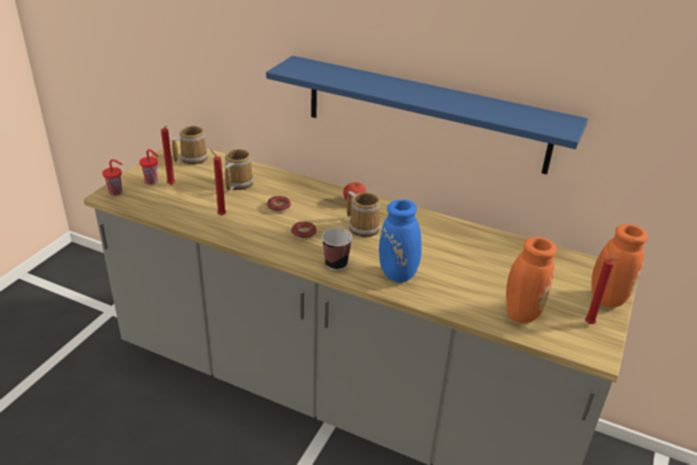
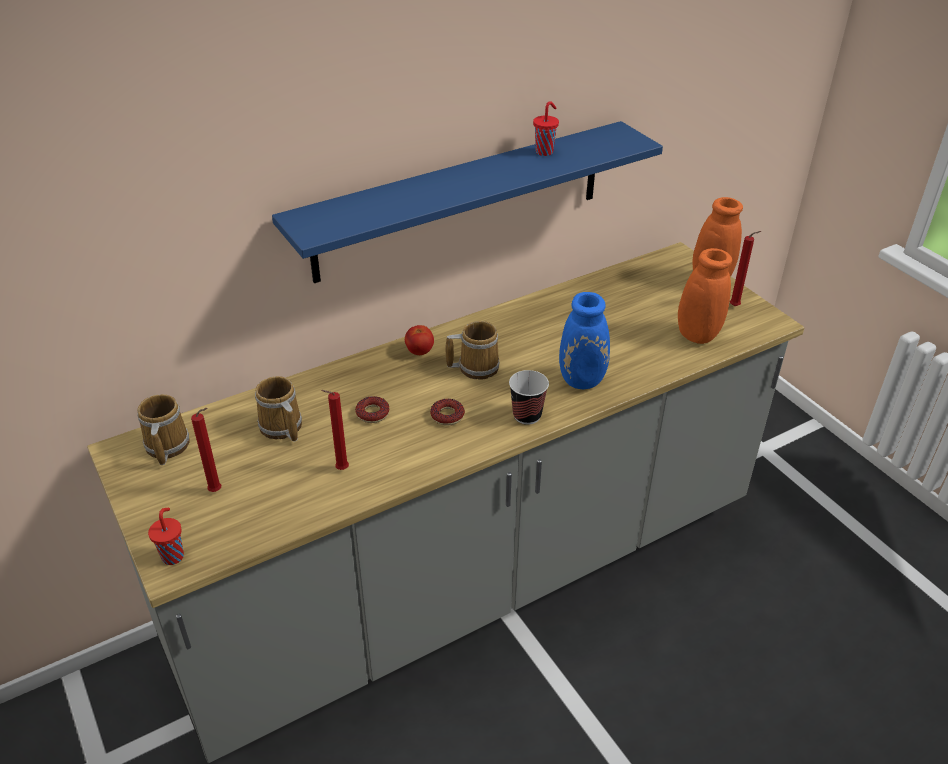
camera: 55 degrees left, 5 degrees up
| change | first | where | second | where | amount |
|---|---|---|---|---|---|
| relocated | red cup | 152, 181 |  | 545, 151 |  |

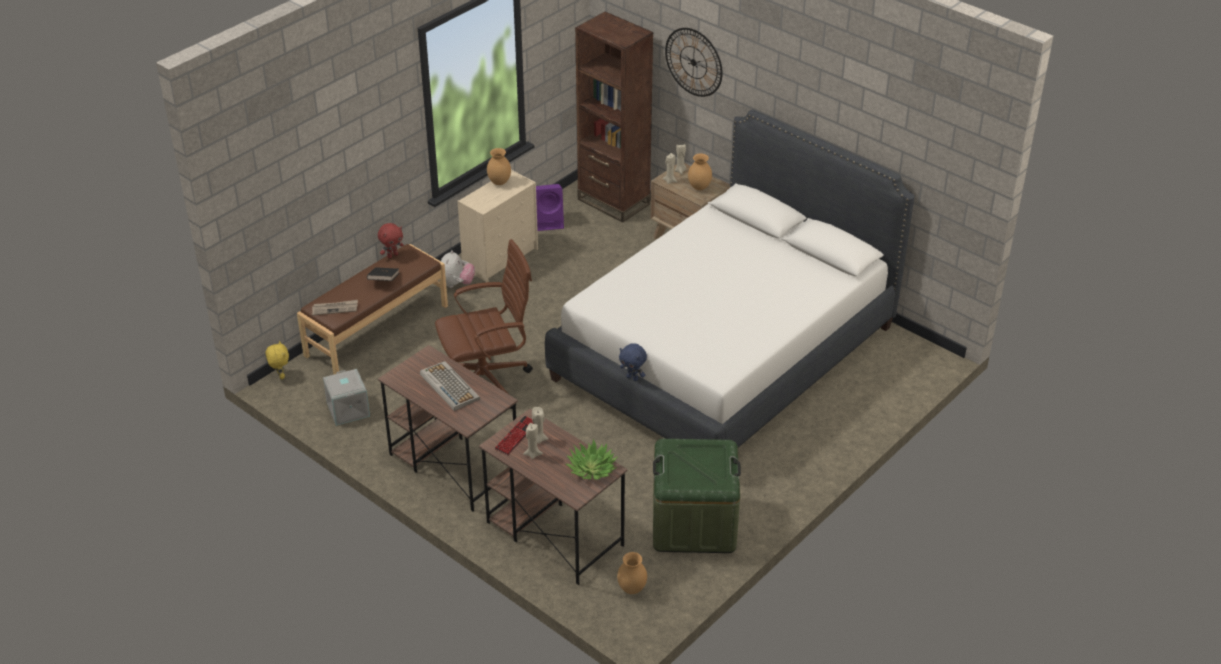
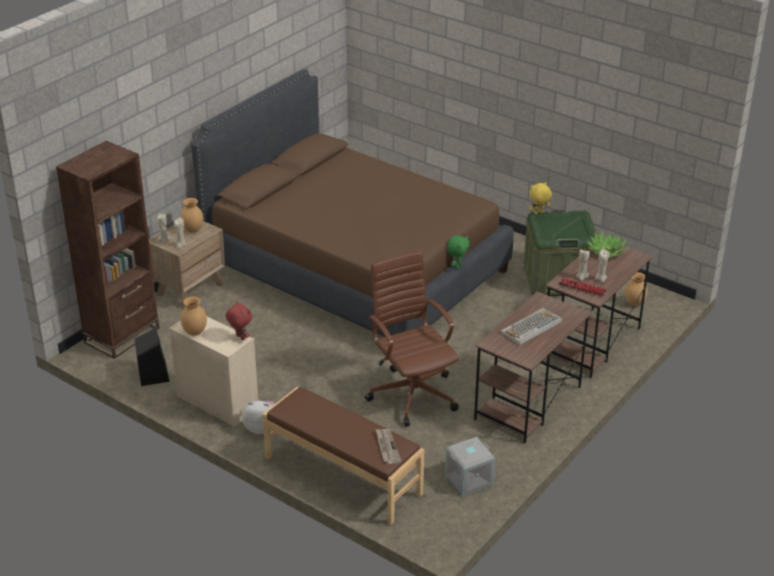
camera: 95 degrees left, 5 degrees down
| change | first | where | second | where | amount |
|---|---|---|---|---|---|
| missing | wall clock | 693, 62 |  |  |  |
| colour | white bed | 725, 352 | brown bed | 355, 268 |  |
| colour | purple speaker | 549, 221 | black speaker | 153, 374 |  |
| relocated | red plush toy | 392, 255 |  | 240, 337 |  |
| missing | black book | 383, 281 |  |  |  |
| relocated | yellow plush toy | 280, 376 |  | 538, 213 |  |
| colour | blue plush toy | 632, 378 | green plush toy | 457, 266 |  |

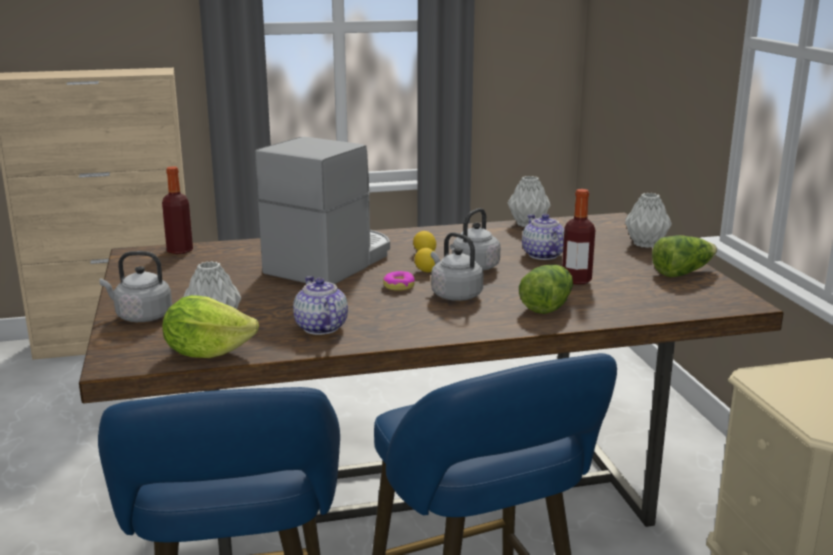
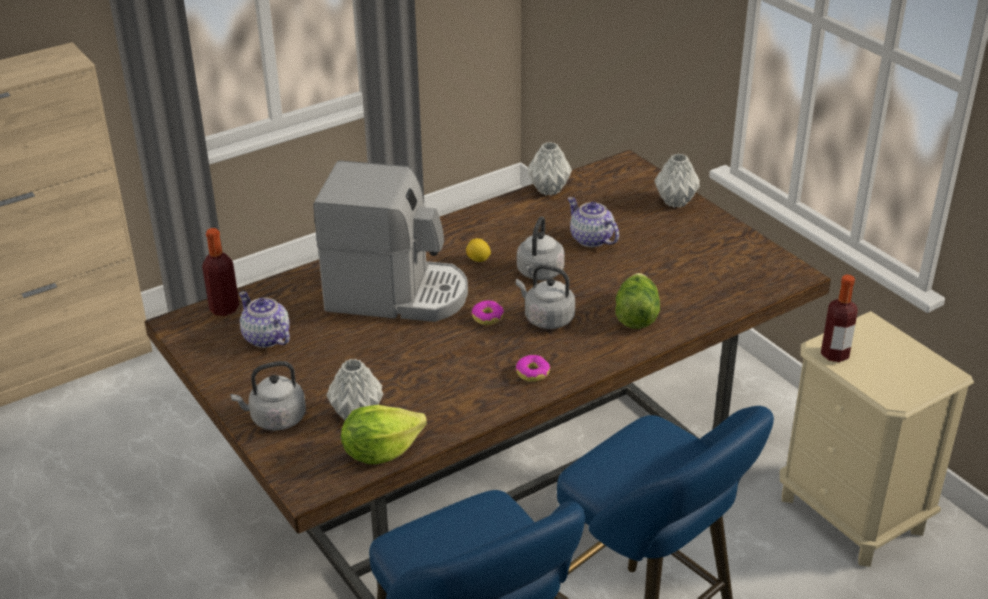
camera: 20 degrees left, 15 degrees up
| change | first | where | second | where | amount |
|---|---|---|---|---|---|
| spun | coffee machine | 331, 262 |  | 397, 294 | 90 degrees clockwise |
| relocated | bottle | 576, 280 |  | 834, 354 |  |
| missing | lettuce | 682, 272 |  |  |  |
| missing | lemon | 426, 271 |  |  |  |
| relocated | teapot | 320, 328 |  | 266, 338 |  |
| appeared |  |  | donut | 532, 373 |  |

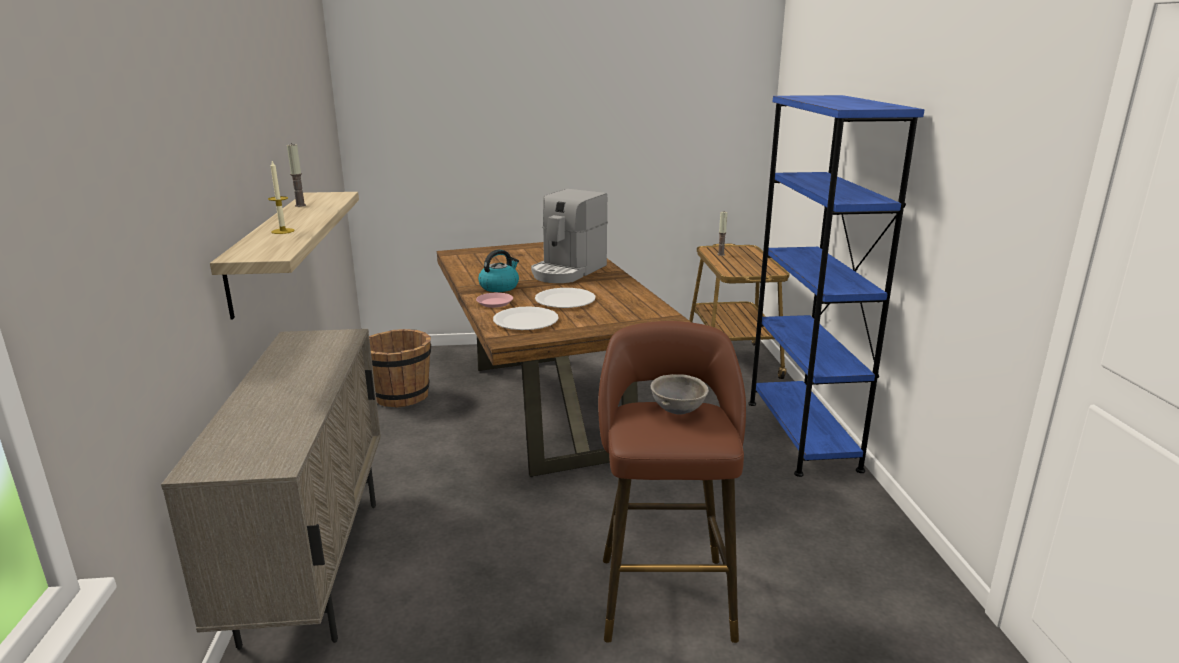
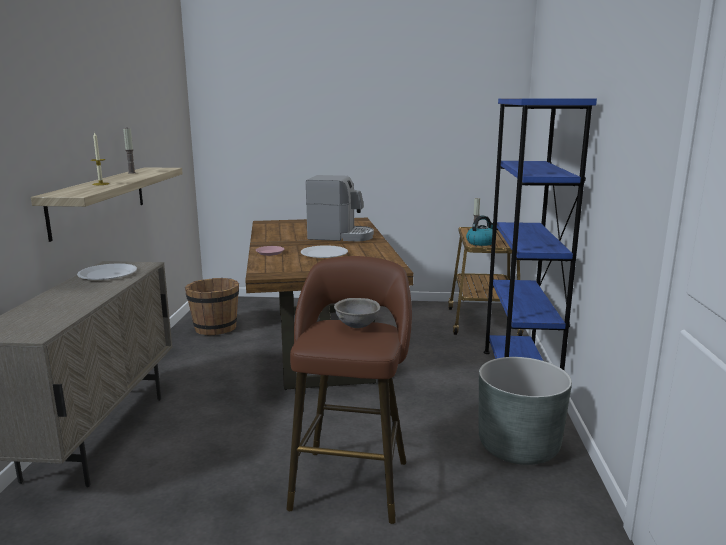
camera: 10 degrees right, 5 degrees down
| change | first | where | second | where | amount |
|---|---|---|---|---|---|
| spun | coffee machine | 568, 271 |  | 340, 236 | 120 degrees counterclockwise |
| relocated | kettle | 499, 287 |  | 481, 243 |  |
| relocated | white plate | 525, 321 |  | 107, 274 |  |
| appeared |  |  | grey planter | 518, 446 |  |

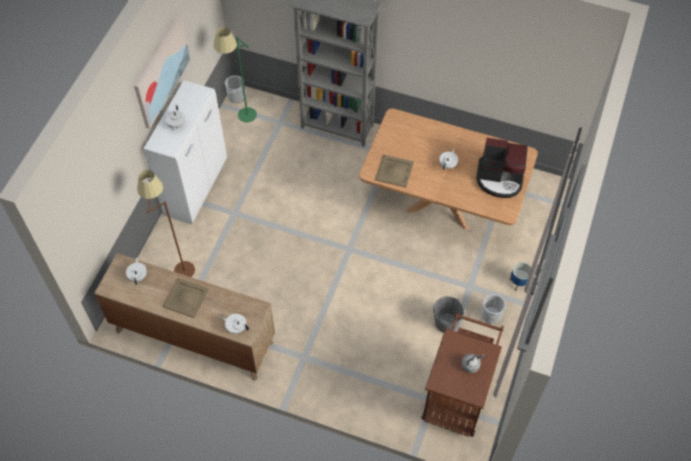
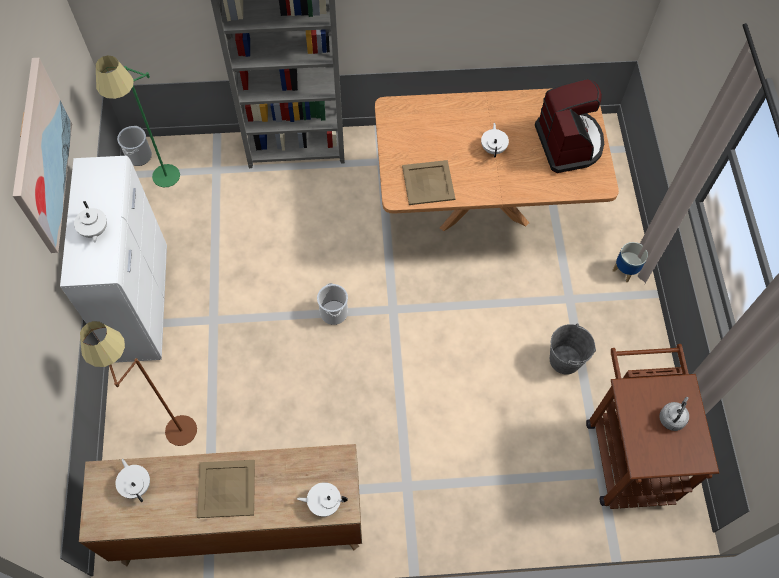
camera: 25 degrees left, 5 degrees up
| change | first | where | second | where | amount |
|---|---|---|---|---|---|
| spun | coffee machine | 500, 179 |  | 569, 143 | 90 degrees counterclockwise |
| relocated | bucket | 491, 315 |  | 334, 312 |  |

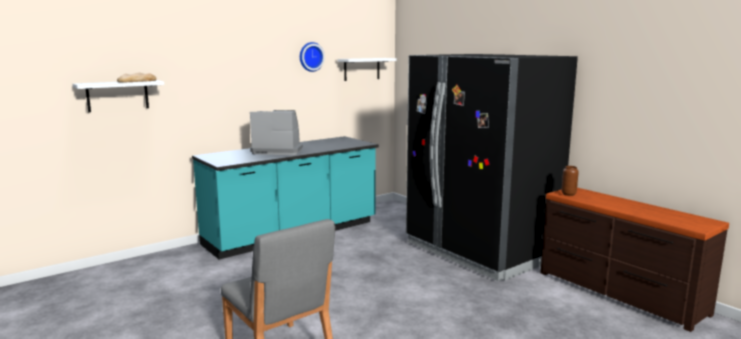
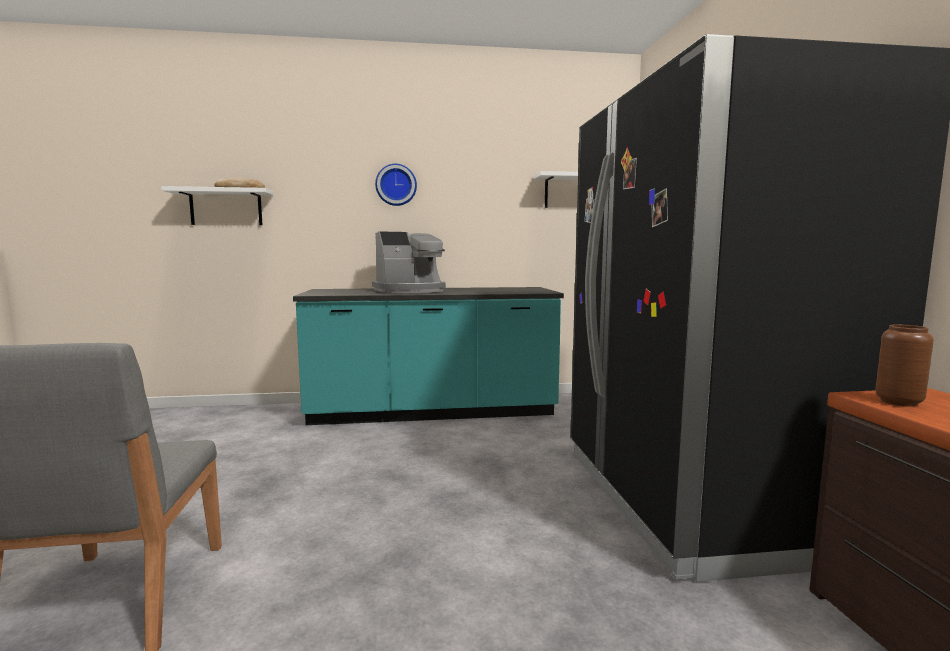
camera: 30 degrees right, 5 degrees down
| change | first | where | second | where | amount |
|---|---|---|---|---|---|
| relocated | wall clock | 310, 56 |  | 396, 185 |  |
| spun | coffee machine | 277, 151 |  | 411, 291 | 120 degrees clockwise |

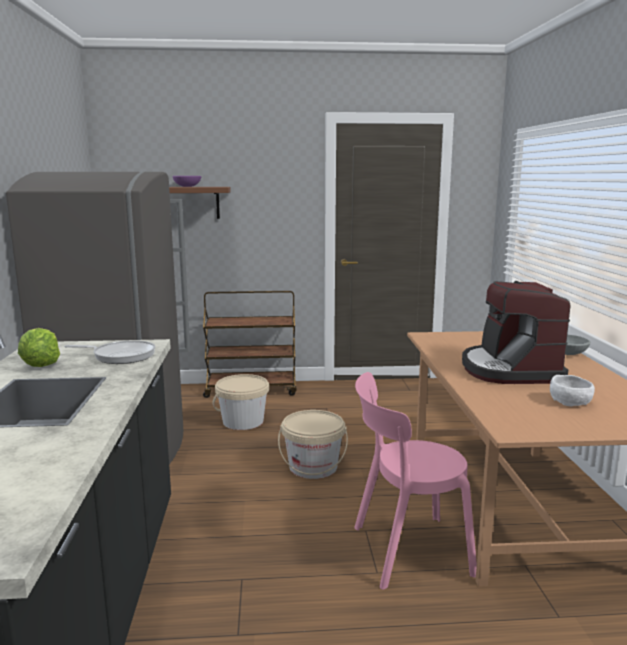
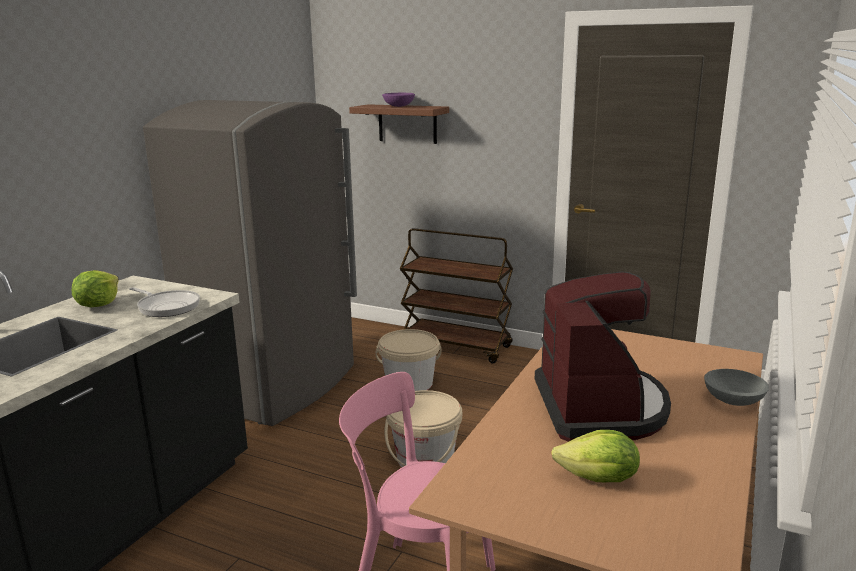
camera: 30 degrees right, 5 degrees up
| change | first | where | second | where | amount |
|---|---|---|---|---|---|
| spun | coffee machine | 509, 370 |  | 600, 407 | 150 degrees clockwise |
| exchanged | white bowl | 571, 402 | lettuce | 598, 479 |  |

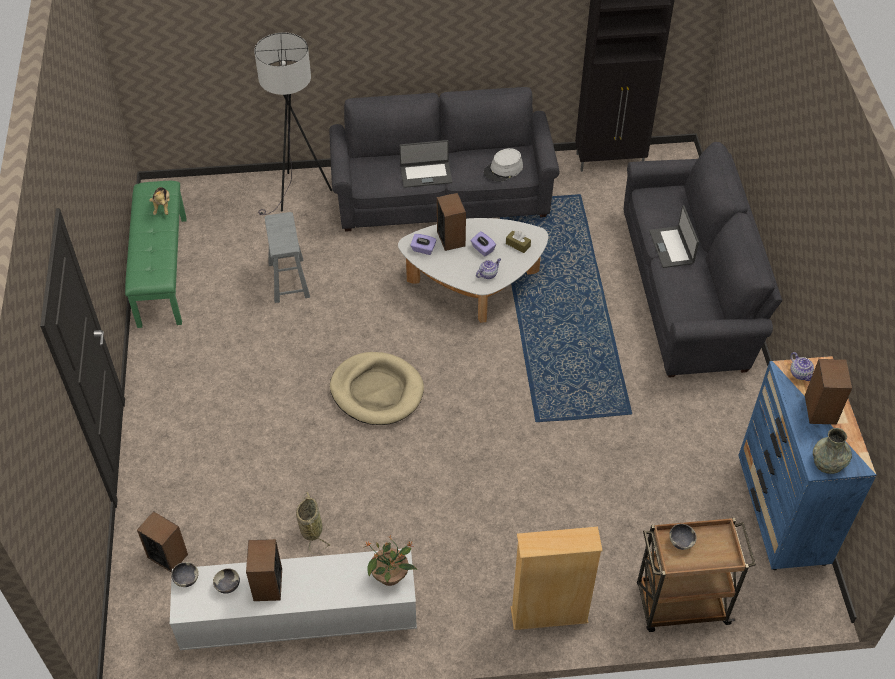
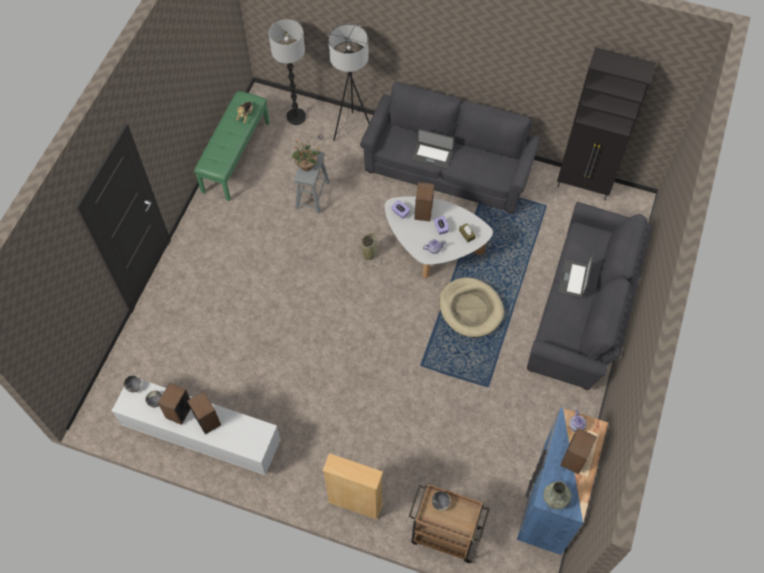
camera: 25 degrees right, 10 degrees up
| change | first | where | second | where | amount |
|---|---|---|---|---|---|
| missing | grey hat | 503, 169 |  |  |  |
| relocated | beige dog bed | 377, 391 |  | 470, 309 |  |
| relocated | basket | 311, 529 |  | 369, 253 |  |
| relocated | speaker | 167, 555 |  | 207, 420 |  |
| relocated | potted plant | 390, 576 |  | 306, 166 |  |
| appeared |  |  | floor lamp | 296, 117 |  |

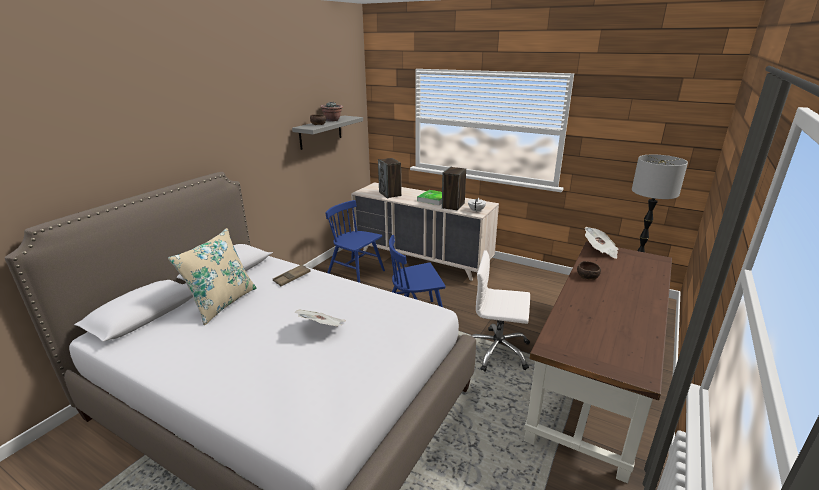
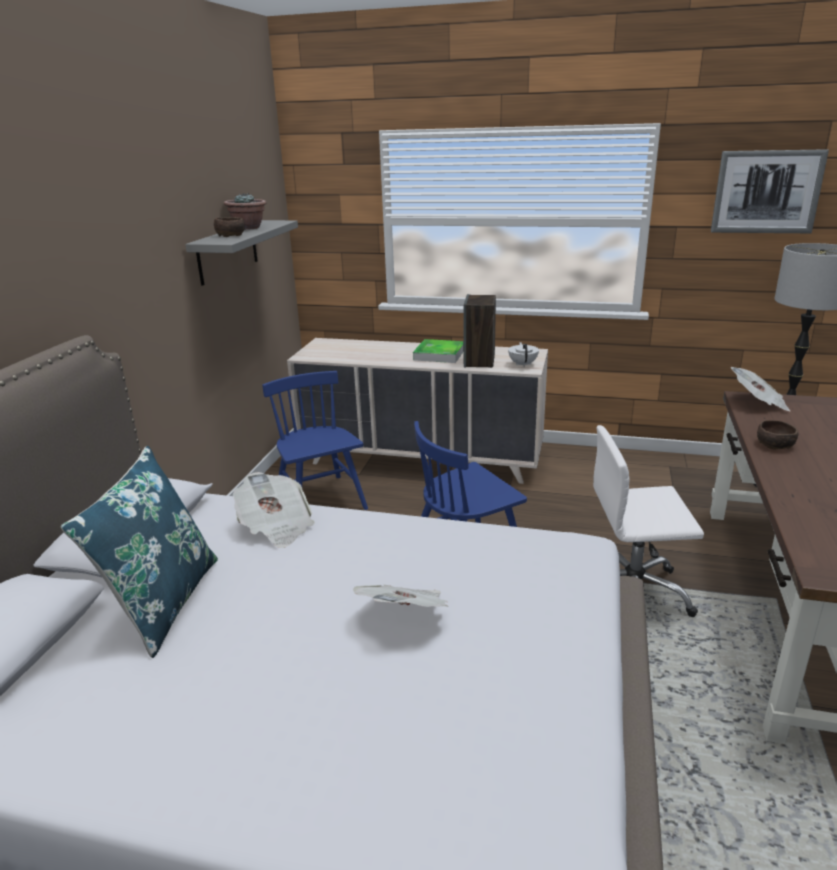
camera: 15 degrees left, 0 degrees up
| change | first | where | second | where | amount |
|---|---|---|---|---|---|
| missing | speaker | 390, 194 |  |  |  |
| spun | blue chair | 356, 273 |  | 320, 501 | 45 degrees clockwise |
| colour | beige pillow | 222, 303 | blue pillow | 163, 602 |  |
| exchanged | brown tray | 292, 278 | newspaper | 276, 527 |  |
| appeared |  |  | picture | 766, 192 |  |

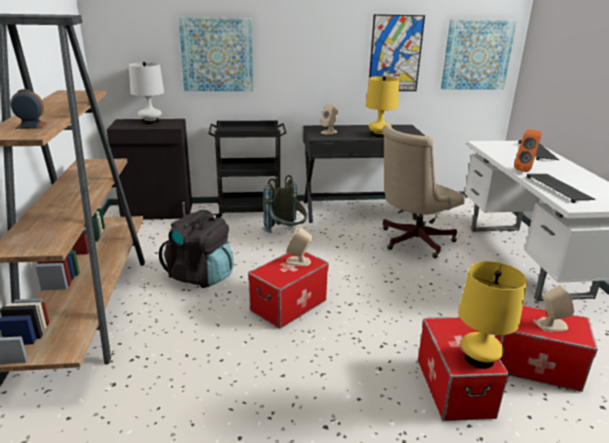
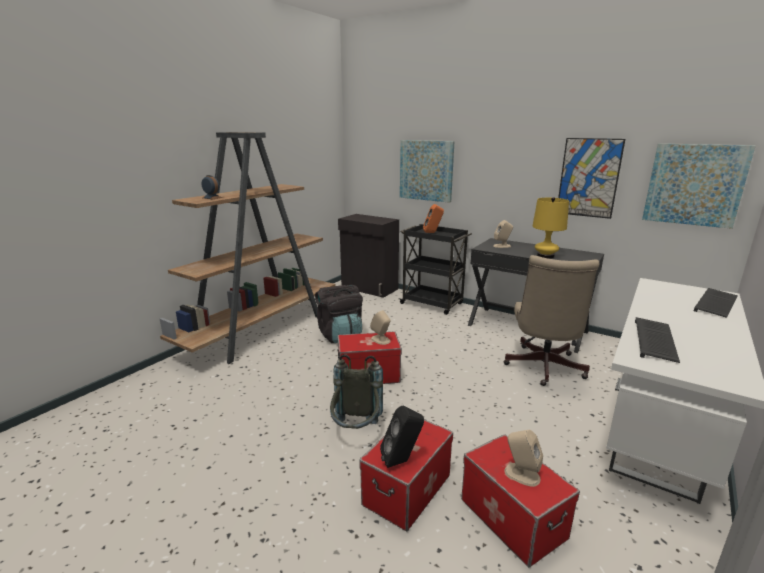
camera: 40 degrees right, 5 degrees down
| change | first | where | second | where | amount |
|---|---|---|---|---|---|
| missing | white table lamp | 150, 122 |  |  |  |
| spun | beige office chair | 412, 241 |  | 543, 368 | 75 degrees counterclockwise |
| relocated | orange speaker | 525, 170 |  | 433, 232 |  |
| relocated | grey backpack | 286, 234 |  | 356, 431 |  |
| exchanged | yellow table lamp | 479, 358 | black speaker | 402, 461 |  |

